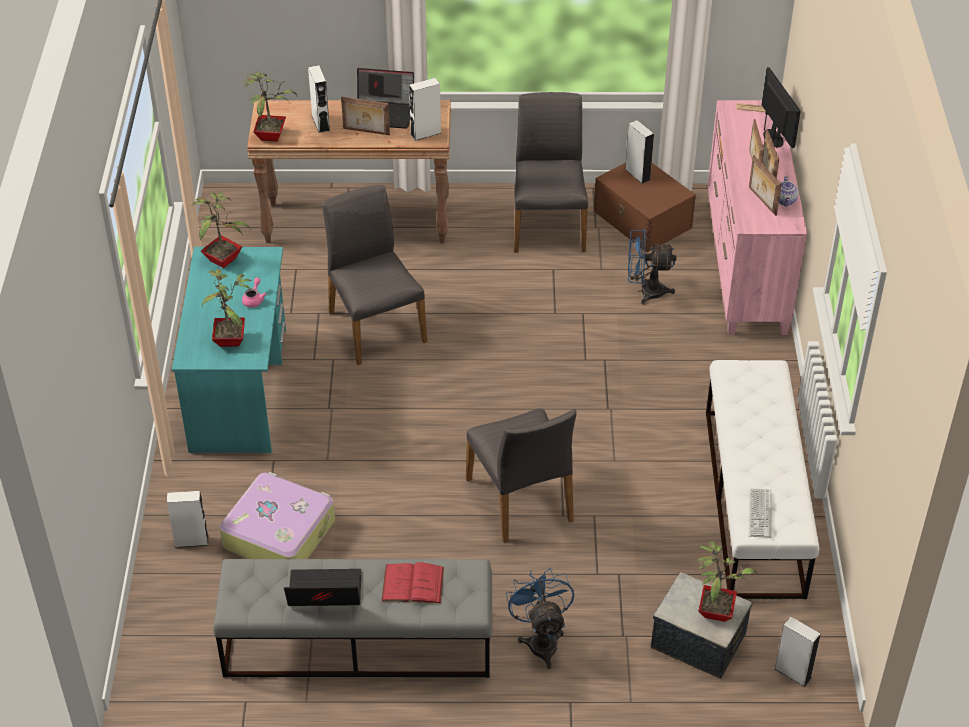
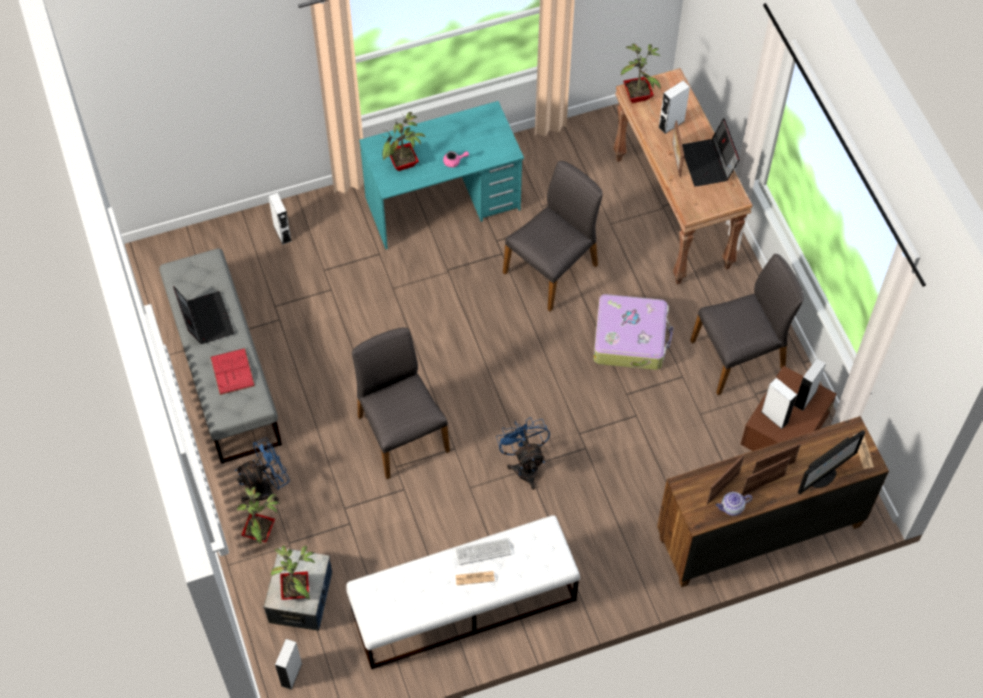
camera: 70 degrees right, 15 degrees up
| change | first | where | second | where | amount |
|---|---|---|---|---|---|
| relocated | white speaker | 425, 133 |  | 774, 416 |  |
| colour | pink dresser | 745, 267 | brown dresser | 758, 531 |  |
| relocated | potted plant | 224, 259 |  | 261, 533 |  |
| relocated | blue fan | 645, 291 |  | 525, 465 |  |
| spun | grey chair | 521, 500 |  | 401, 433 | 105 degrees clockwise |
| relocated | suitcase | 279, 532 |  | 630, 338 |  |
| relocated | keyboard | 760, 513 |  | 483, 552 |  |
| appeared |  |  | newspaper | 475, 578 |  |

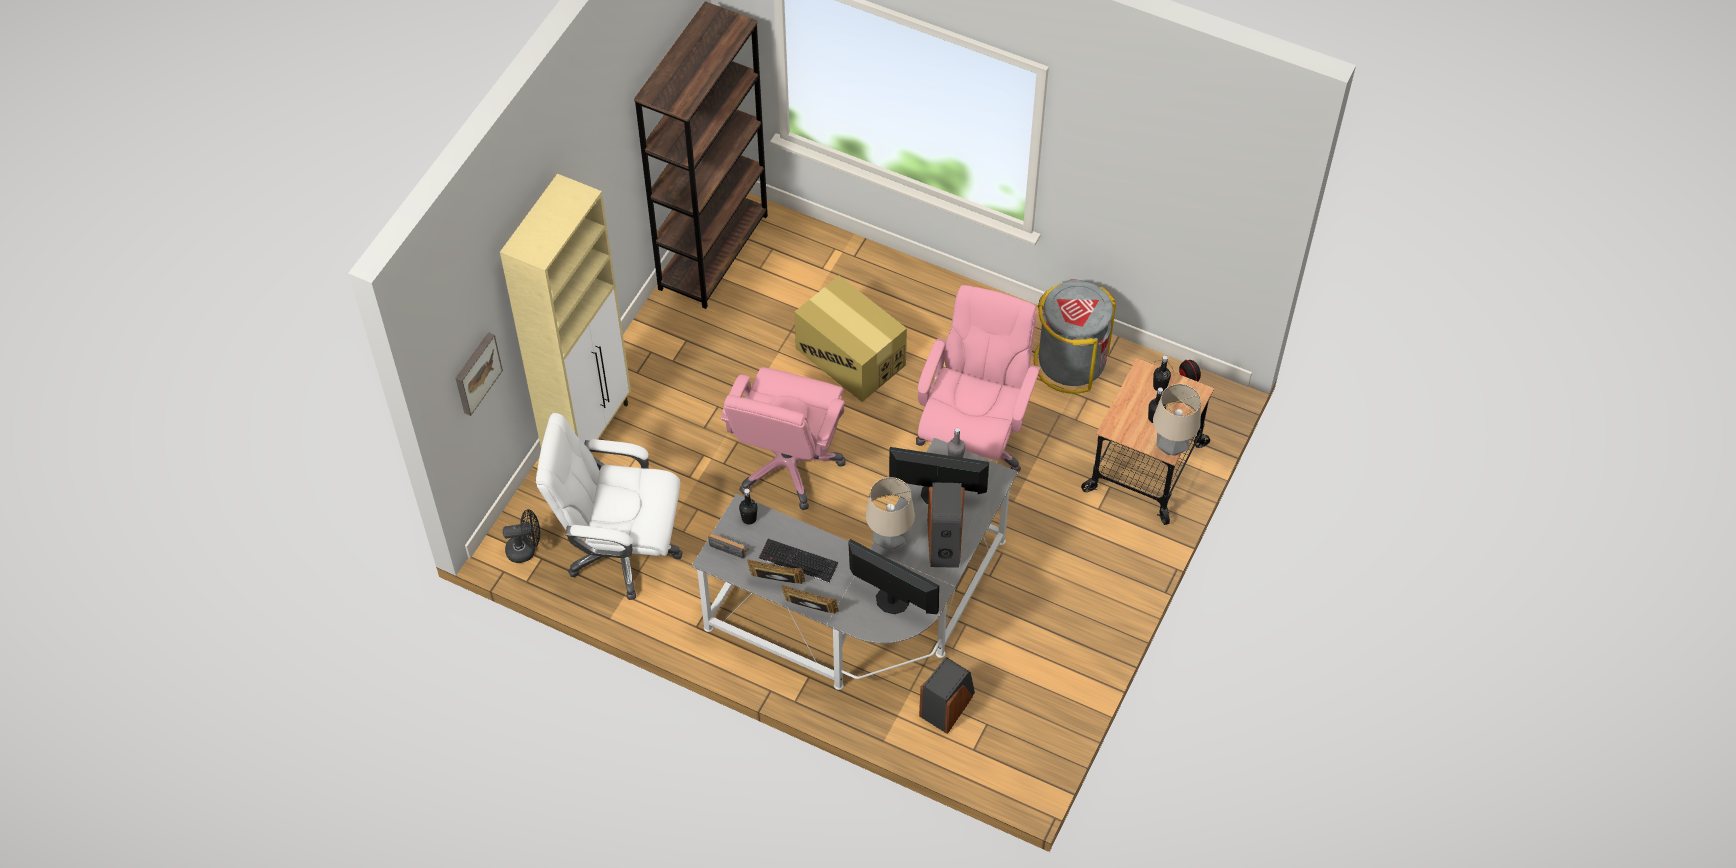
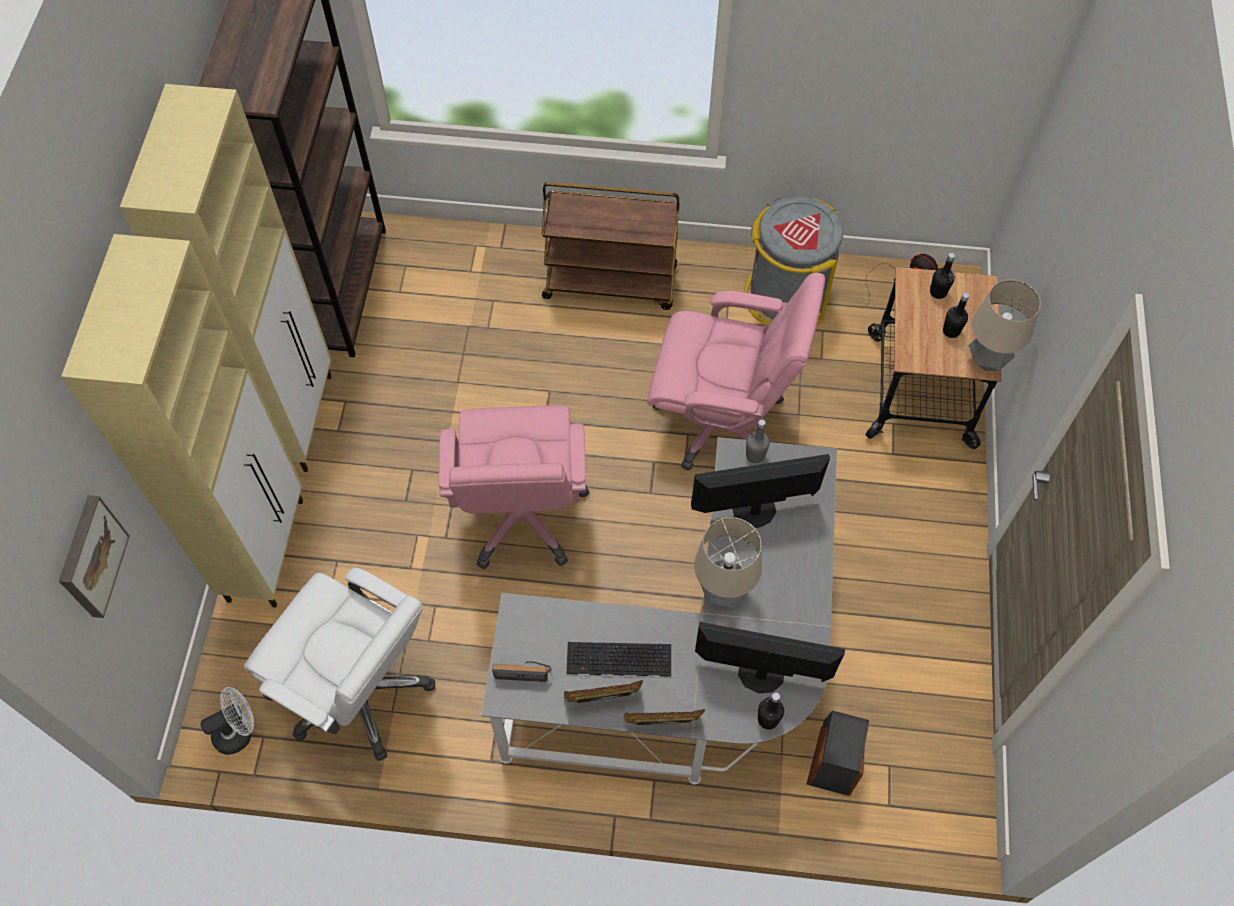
camera: 20 degrees left, 5 degrees up
| change | first | where | second | where | amount |
|---|---|---|---|---|---|
| missing | cardboard box | 850, 356 |  |  |  |
| spun | pink office chair | 973, 442 |  | 721, 420 | 105 degrees clockwise |
| spun | white office chair | 621, 550 |  | 361, 691 | 135 degrees counterclockwise |
| missing | speaker | 945, 542 |  |  |  |
| relocated | black bottle | 749, 518 |  | 768, 719 |  |
| colour | black fan | 526, 549 | white fan | 238, 731 |  |
| appeared |  |  | beige cabinet | 297, 419 |  |
| appeared |  |  | brown cart | 611, 282 |  |

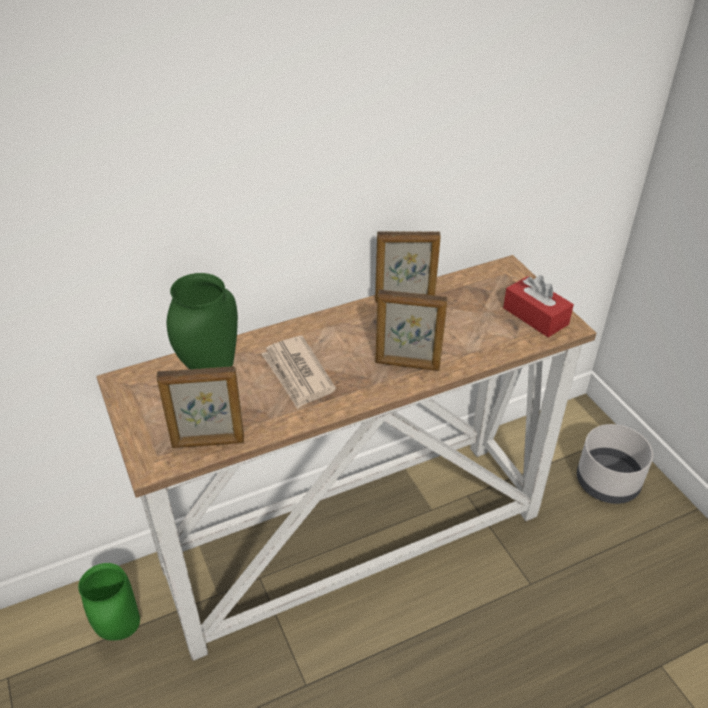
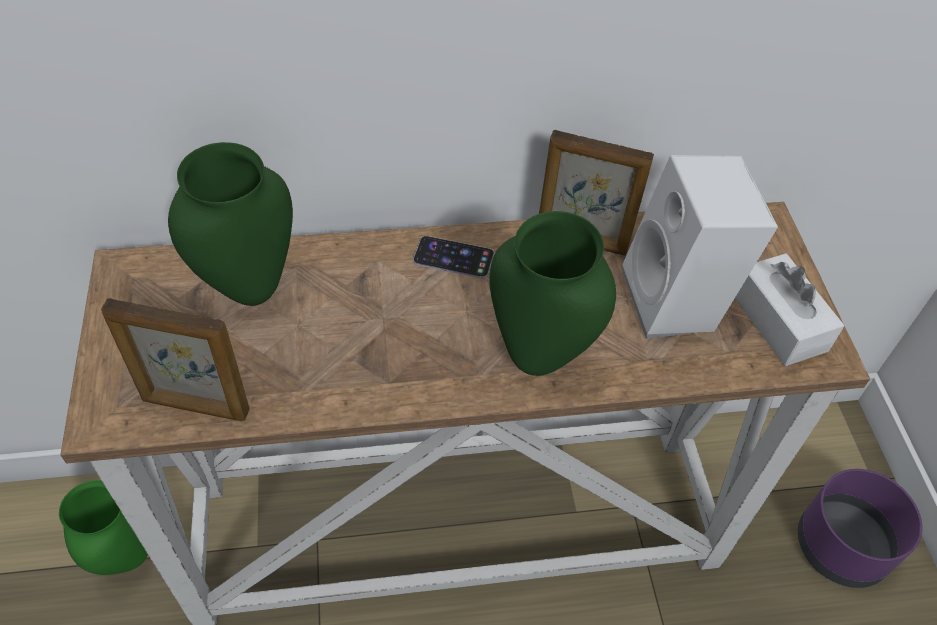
camera: 15 degrees right, 10 degrees up
| change | first | where | second | where | amount |
|---|---|---|---|---|---|
| colour | red tissue box | 535, 316 | white tissue box | 778, 321 |  |
| exchanged | picture frame | 407, 365 | green vase | 541, 355 |  |
| missing | newspaper | 297, 374 |  |  |  |
| colour | grey planter | 606, 482 | purple planter | 840, 545 |  |
| appeared |  |  | white speaker | 678, 302 |  |
| appeared |  |  | phone | 453, 257 |  |

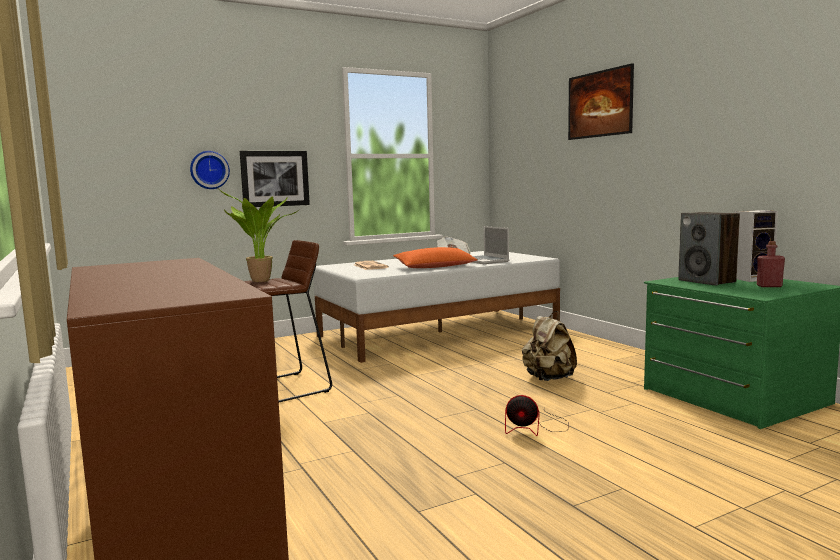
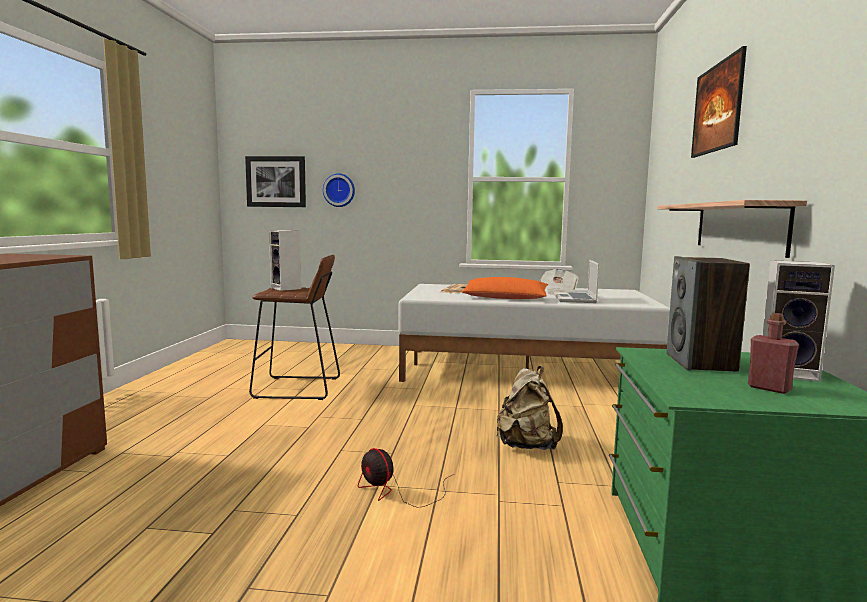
camera: 35 degrees right, 0 degrees up
| change | first | where | second | where | amount |
|---|---|---|---|---|---|
| relocated | picture | 275, 178 |  | 276, 181 |  |
| exchanged | potted plant | 260, 281 | speaker | 287, 288 |  |
| appeared |  |  | shelf | 738, 227 |  |

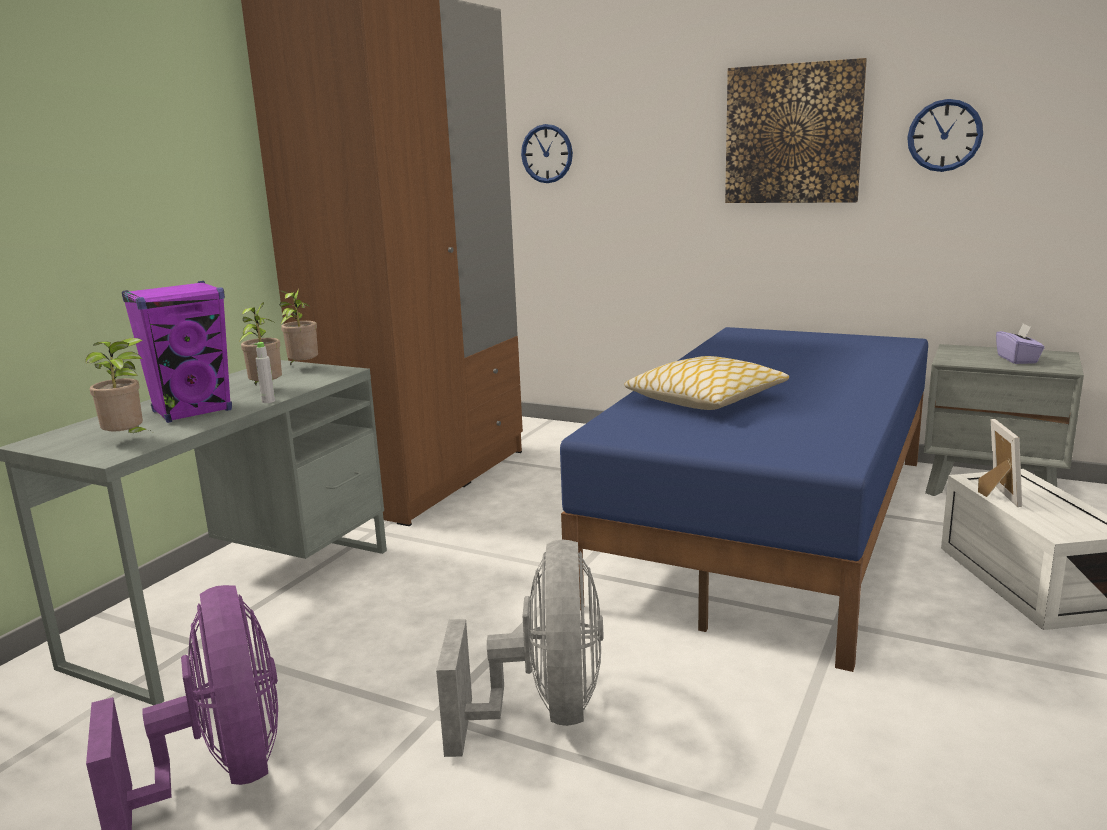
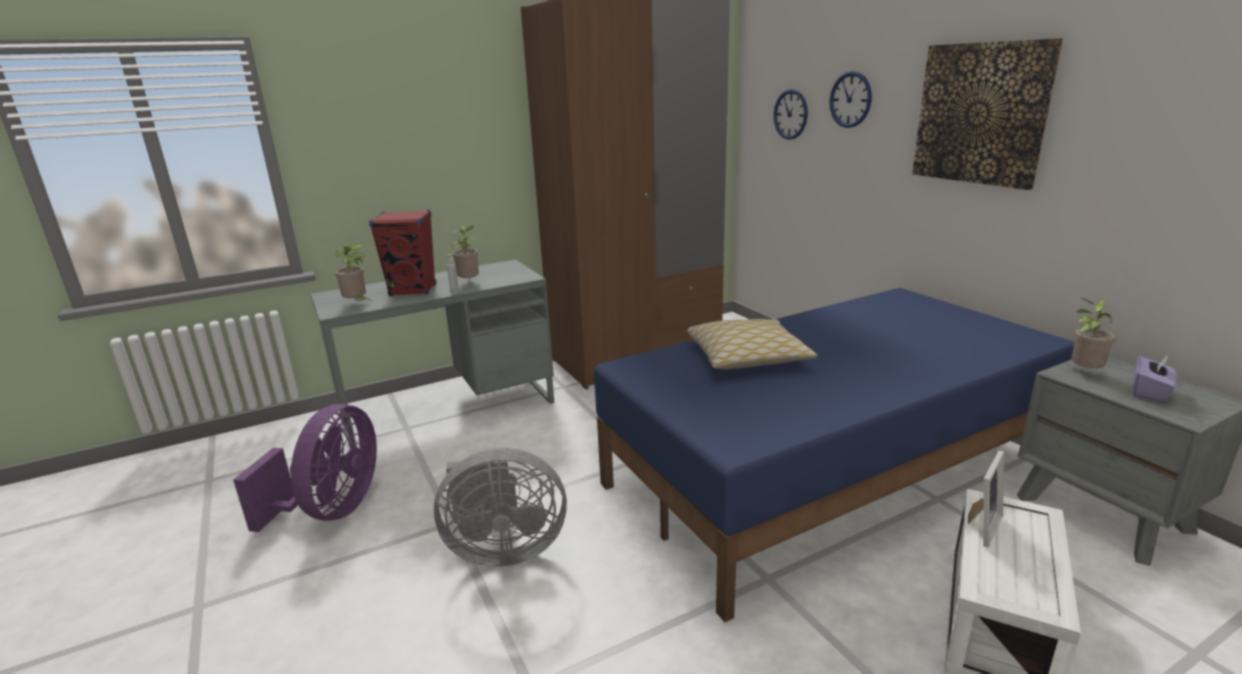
camera: 35 degrees right, 5 degrees up
| change | first | where | second | where | amount |
|---|---|---|---|---|---|
| relocated | wall clock | 944, 135 |  | 850, 99 |  |
| colour | purple speaker | 193, 411 | red speaker | 413, 290 |  |
| relocated | potted plant | 303, 368 |  | 1083, 372 |  |
| spun | grey fan | 544, 712 |  | 503, 549 | 45 degrees clockwise |

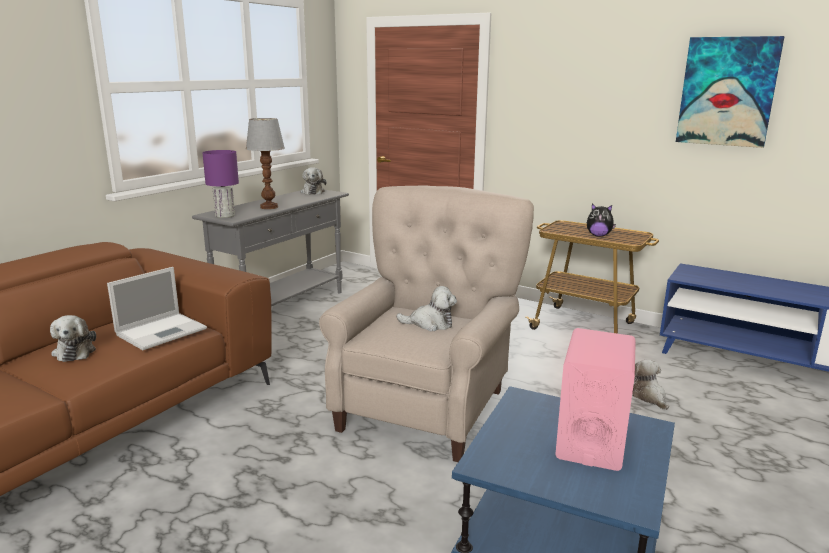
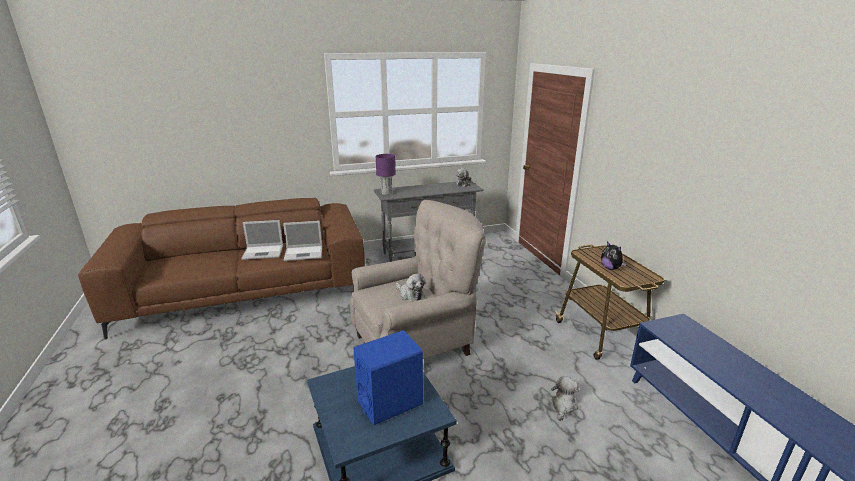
camera: 40 degrees right, 5 degrees up
| change | first | where | second | where | amount |
|---|---|---|---|---|---|
| missing | picture | 727, 92 |  |  |  |
| missing | table lamp | 269, 207 |  |  |  |
| exchanged | plush toy | 75, 351 | laptop | 264, 252 |  |
| colour | pink speaker | 590, 441 | blue speaker | 390, 402 |  |

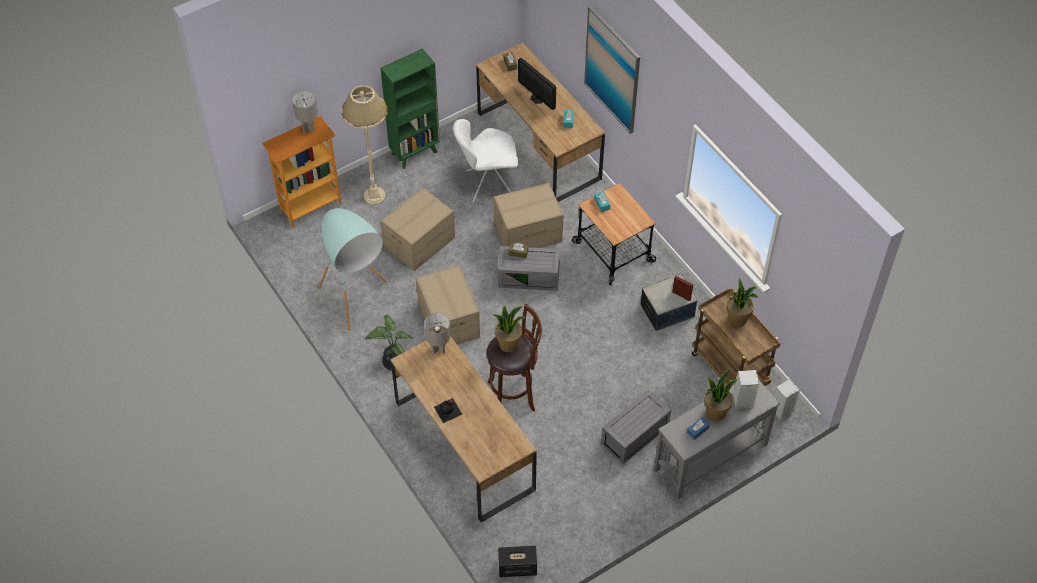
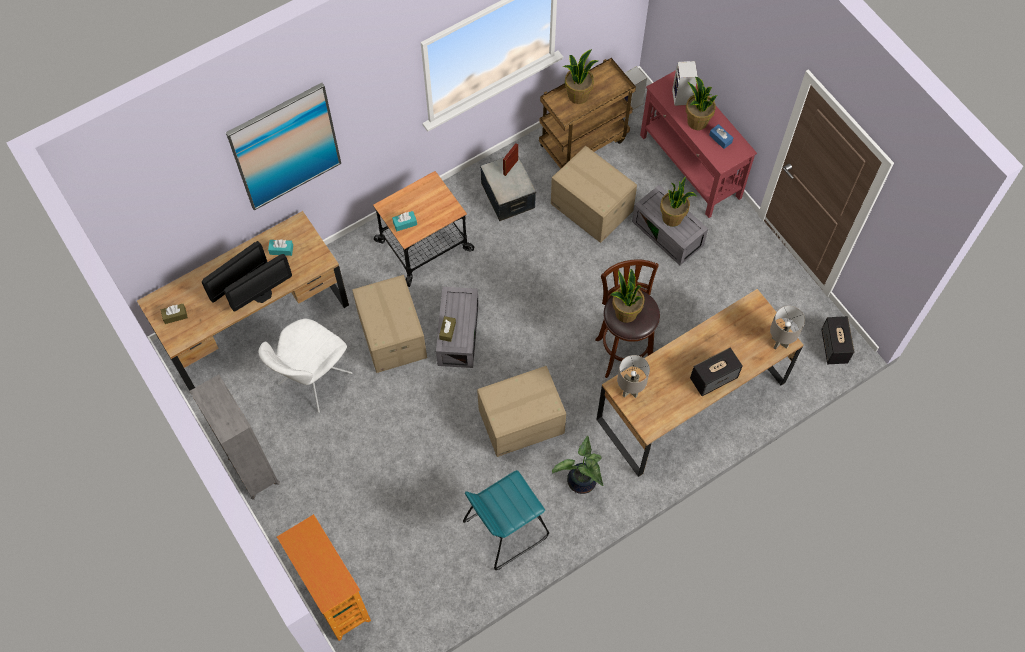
camera: 90 degrees left, 10 degrees up
| change | first | where | second | where | amount |
|---|---|---|---|---|---|
| colour | green bookcase | 415, 152 | grey bookcase | 253, 469 |  |
| missing | beige floor lamp | 374, 195 |  |  |  |
| relocated | grey table lamp | 309, 128 |  | 779, 342 |  |
| spun | white chair | 488, 184 |  | 313, 380 | 45 degrees clockwise |
| relocated | cardboard box | 419, 242 |  | 591, 208 |  |
| exchanged | turquoise floor lamp | 357, 310 | turquoise stool | 505, 528 |  |
| colour | grey console table | 710, 457 | red console table | 690, 167 |  |
| exchanged | black bottle | 448, 410 | speaker | 714, 378 |  |
| appeared |  |  | potted plant | 672, 218 |  |
| appeared |  |  | monitor | 262, 294 |  |

